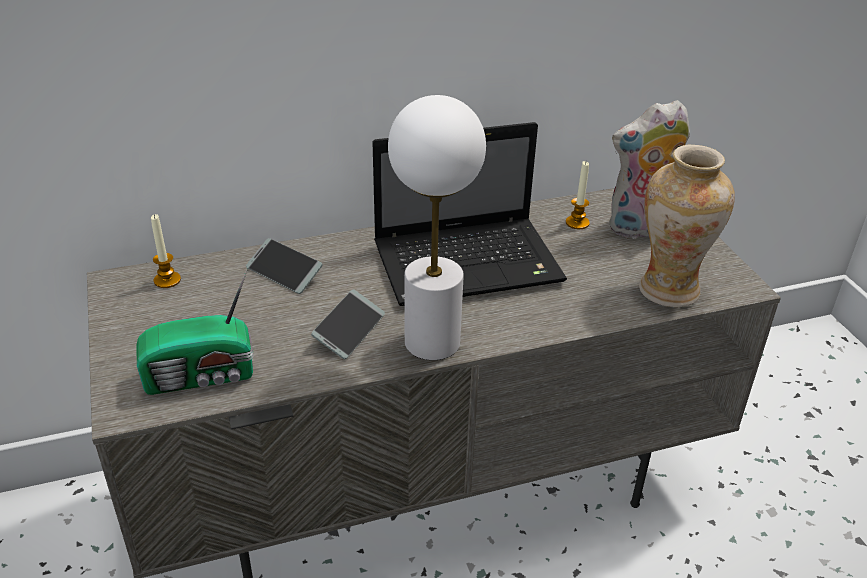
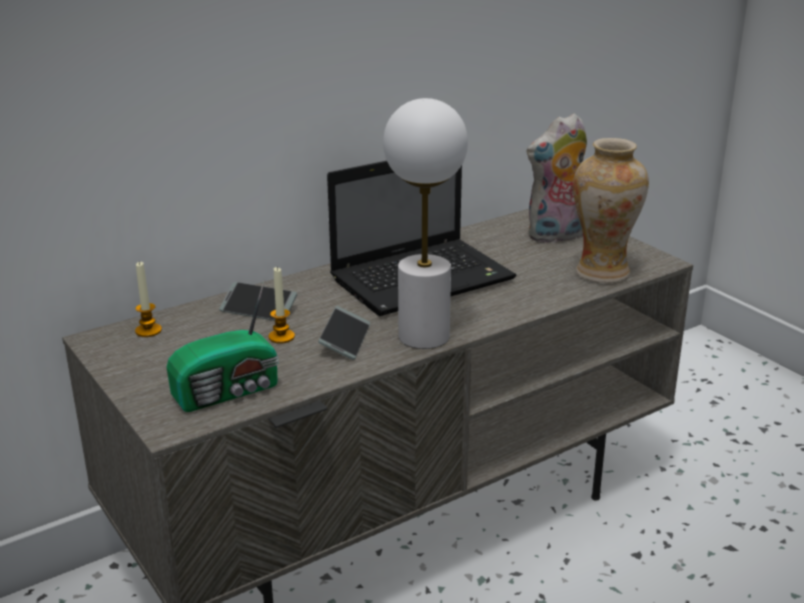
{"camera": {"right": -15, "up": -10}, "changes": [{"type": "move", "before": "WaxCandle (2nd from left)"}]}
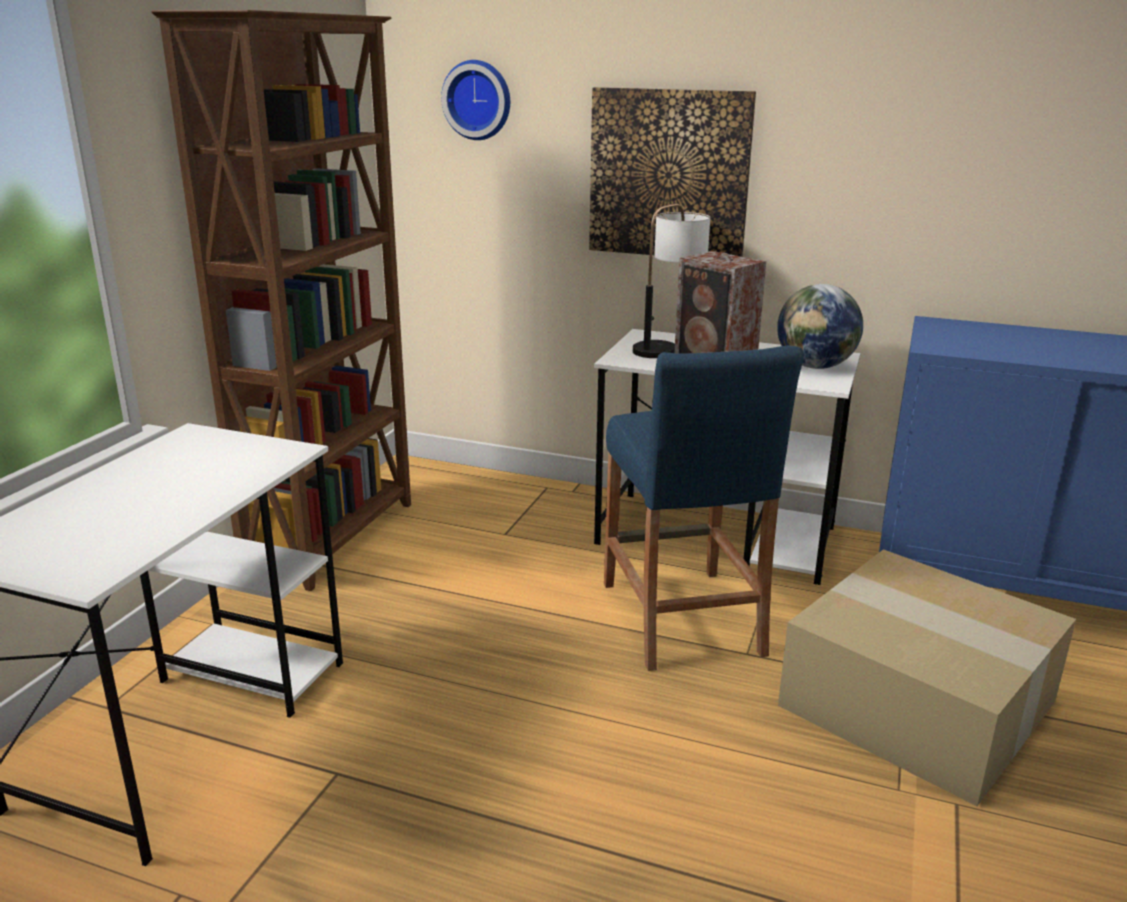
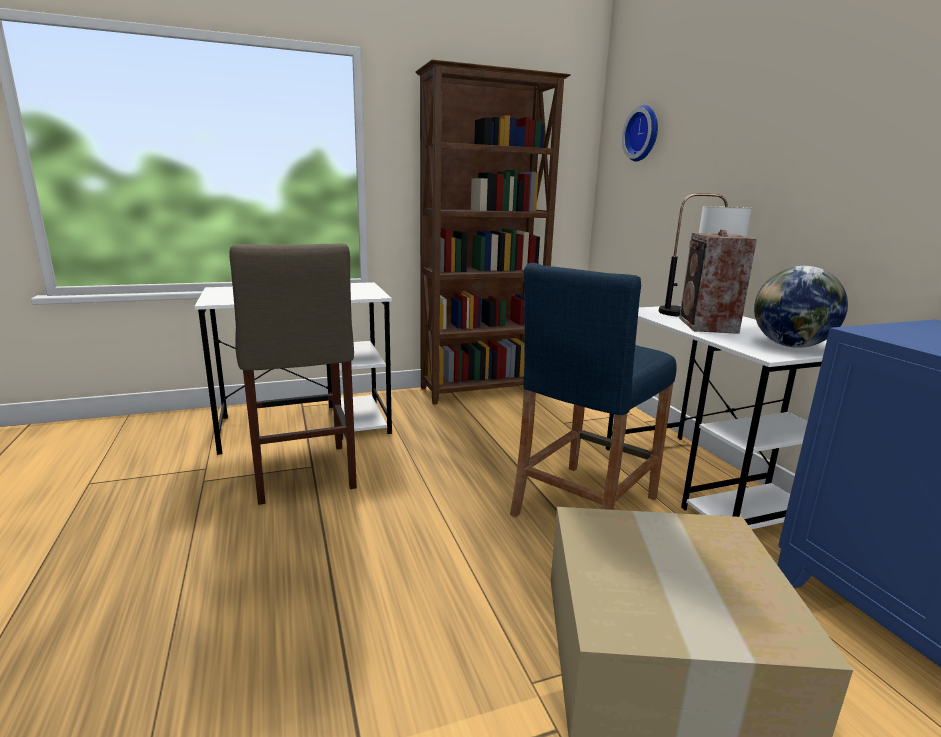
{"camera": {"right": 50, "up": -5}, "changes": [{"type": "delete", "before": "WallArt"}, {"type": "insert", "after": "SandColouredStool"}]}
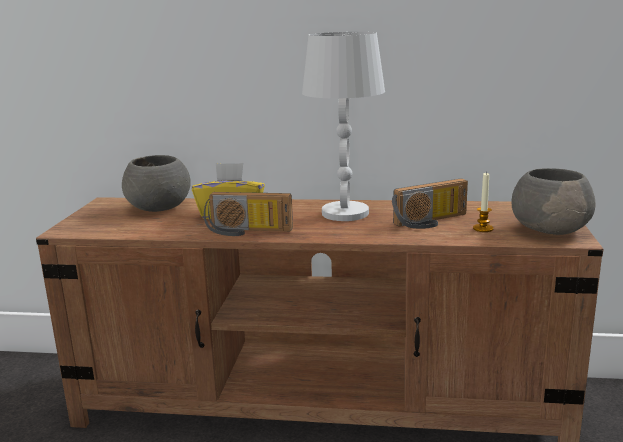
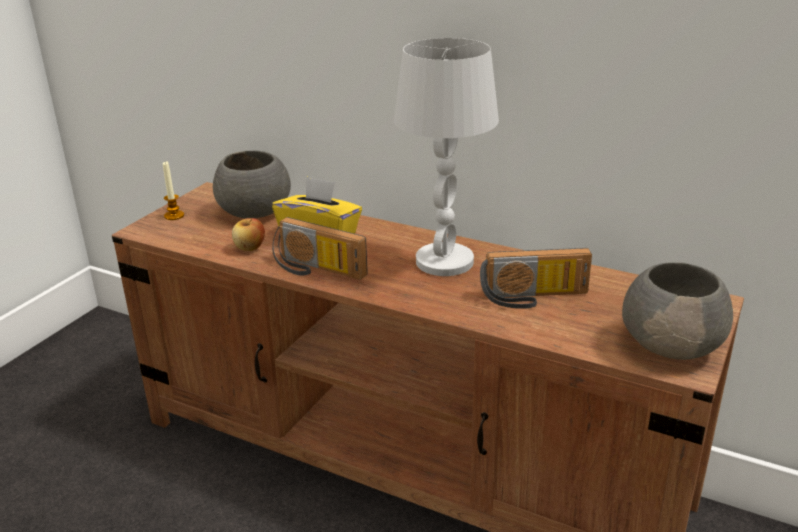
{"camera": {"right": 20, "up": 10}, "changes": [{"type": "insert", "after": "Apple"}, {"type": "move", "before": "WaxCandle"}]}
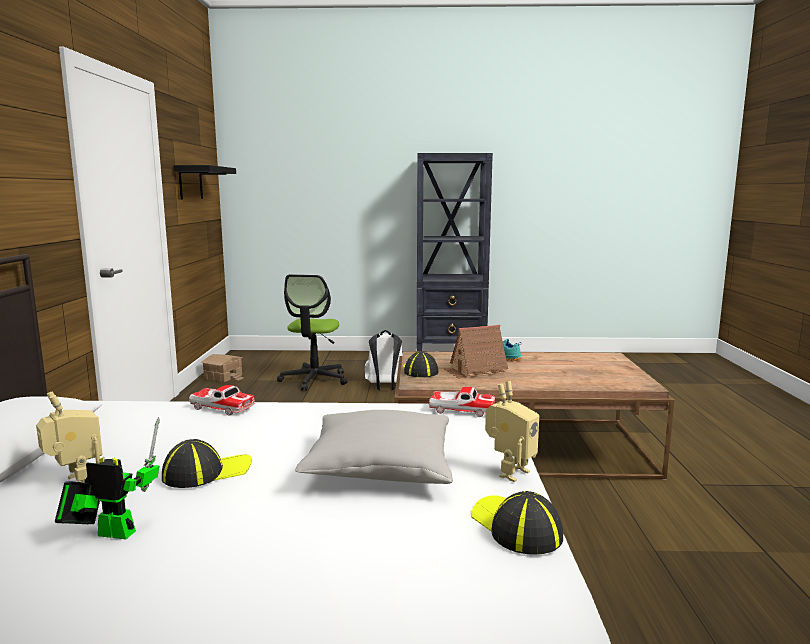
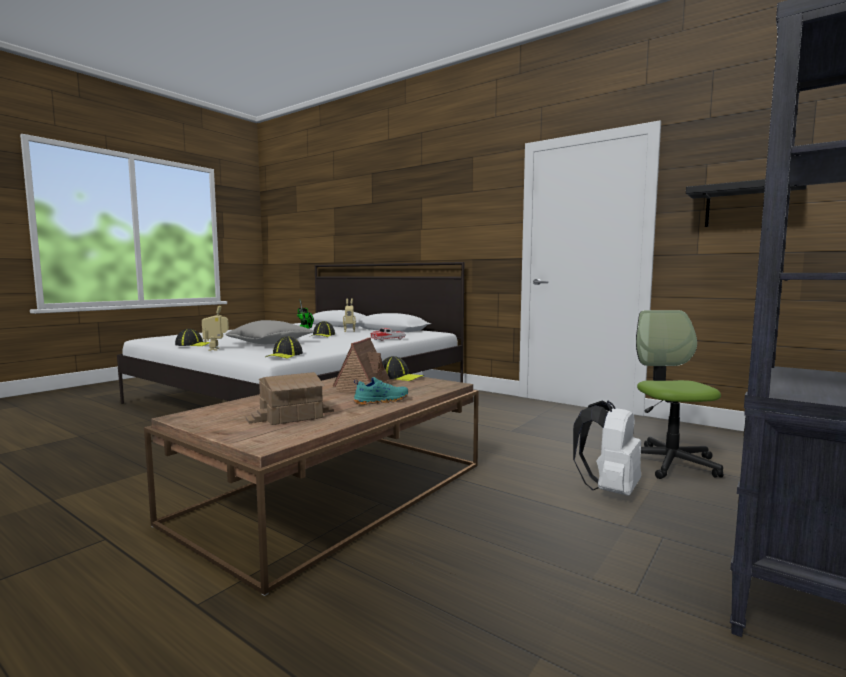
{"camera": {"right": 125, "up": -5}, "changes": [{"type": "move", "before": "ModelHouse (1st from left)"}, {"type": "replace", "before": "ModelCar (2nd from left)", "after": "PeakedCap (2nd from left)"}, {"type": "rotate", "before": "DeskChair", "turn": 45}]}
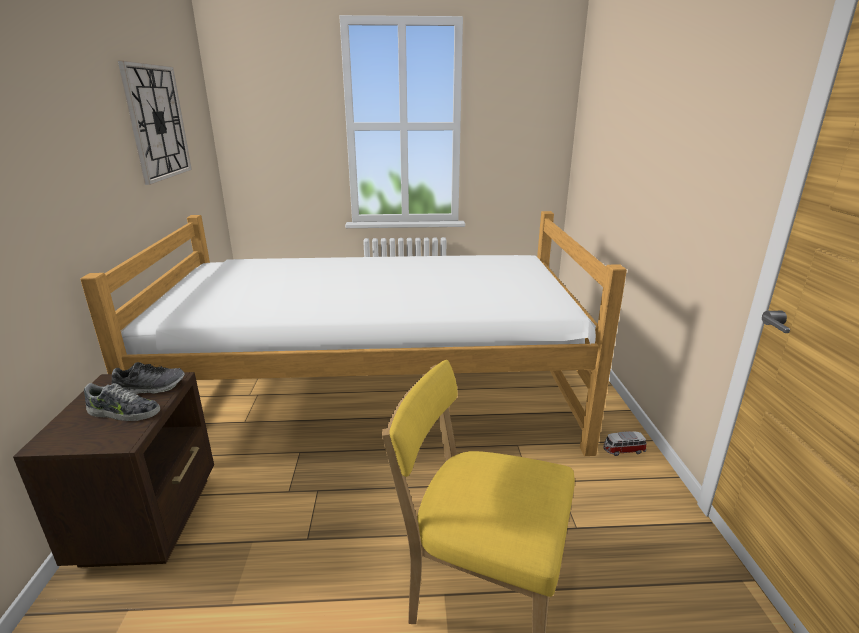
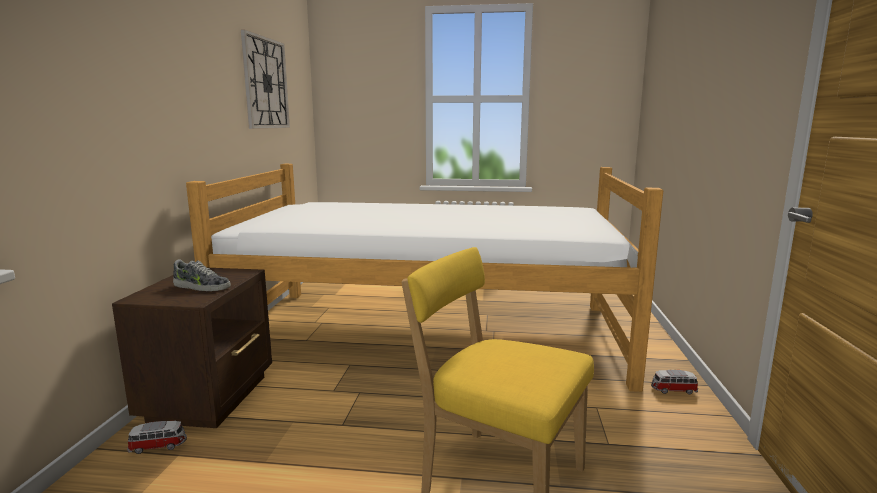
{"camera": {"right": 10, "up": -10}, "changes": [{"type": "delete", "before": "ItemOfFootwear (2nd from left)"}, {"type": "insert", "after": "ModelCar (1st from left)"}]}
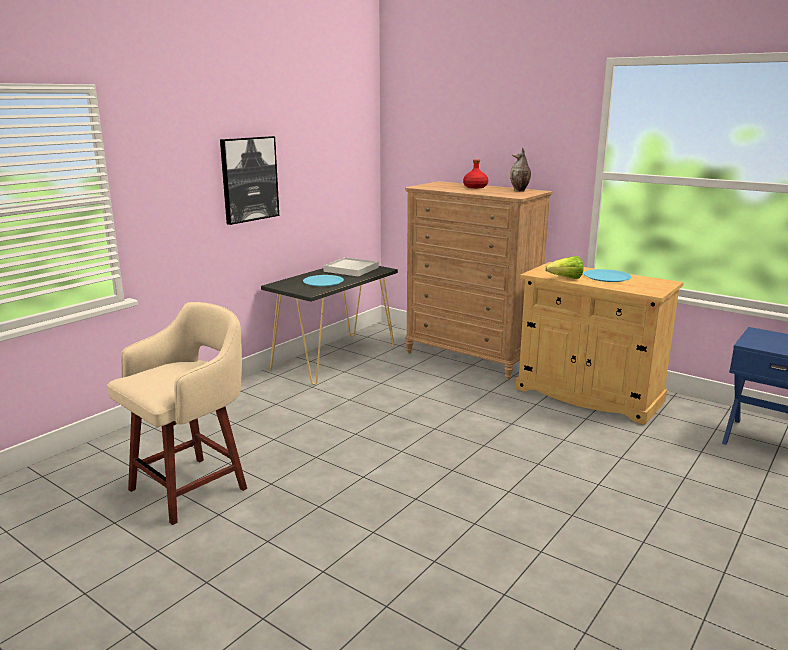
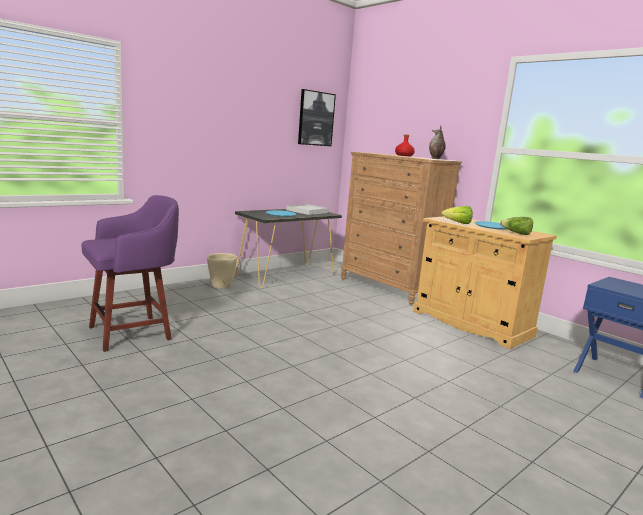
{"camera": {"right": 10, "up": -5}, "changes": [{"type": "insert", "after": "SandColouredFlowerPot"}, {"type": "insert", "after": "LettuceHead (2nd from left)"}, {"type": "move", "before": "WallArt"}, {"type": "recolor", "before": "SandColouredStool", "after": "PurpleStool"}]}
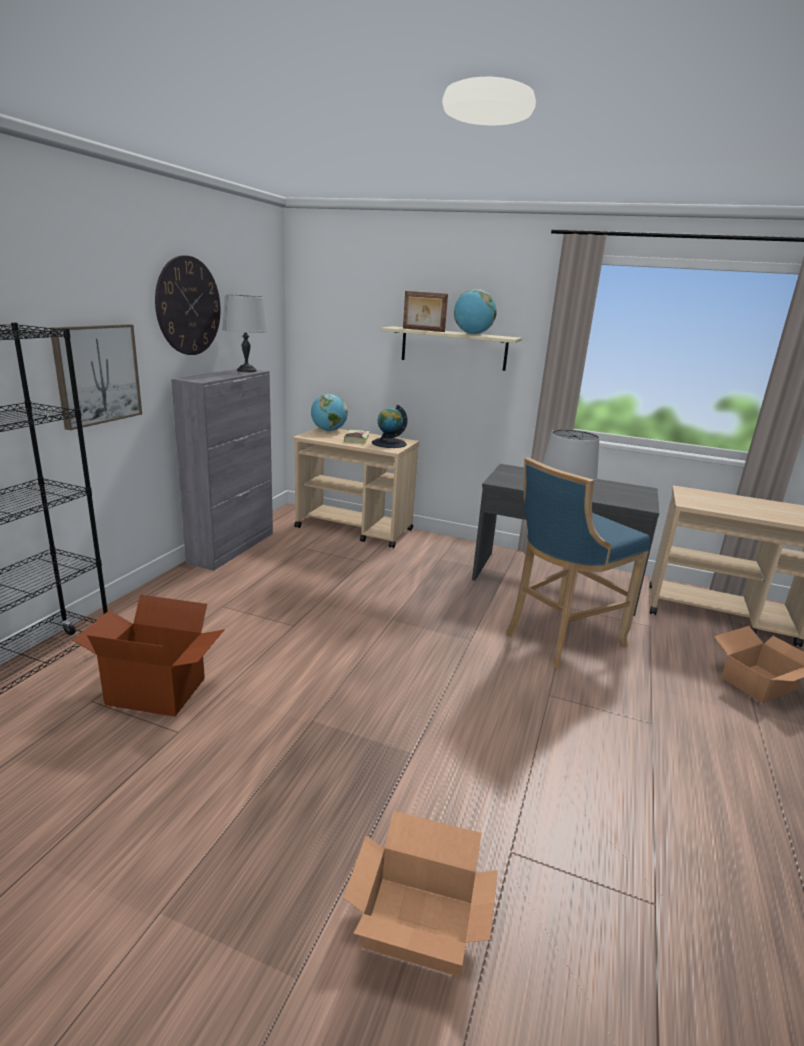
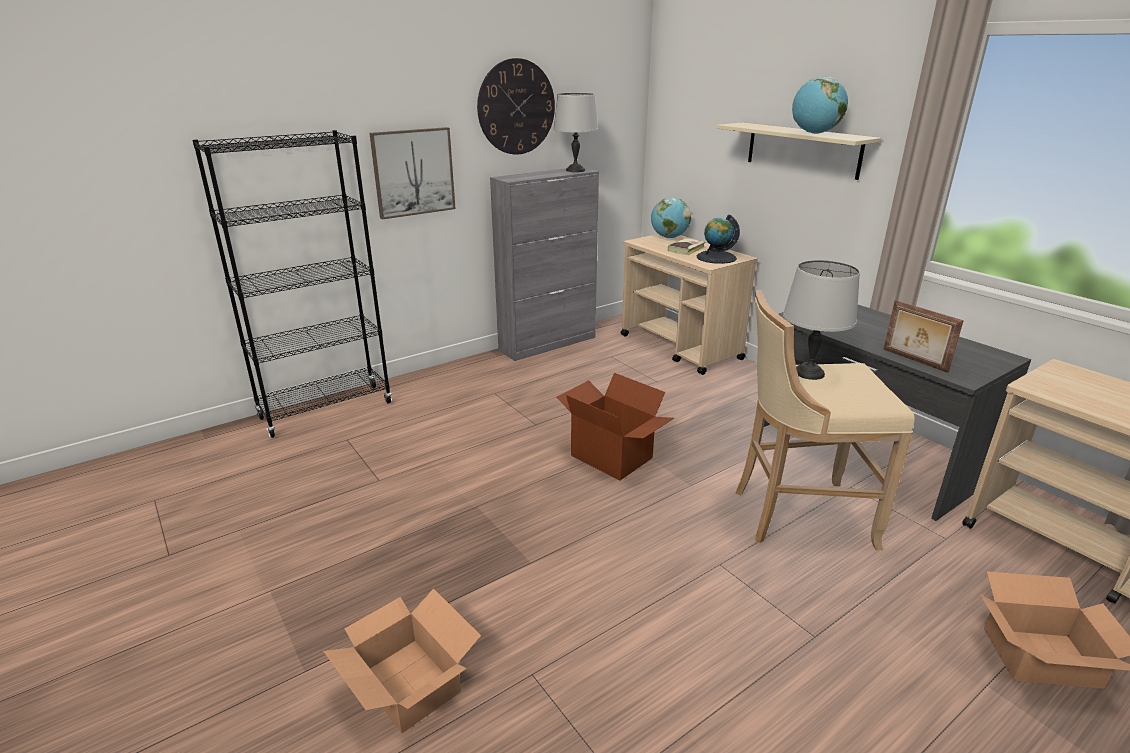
{"camera": {"right": 35, "up": 5}, "changes": [{"type": "move", "before": "Carton (1st from left in the first image)", "after": "Carton (2nd from left)"}, {"type": "move", "before": "StandingFrame"}, {"type": "recolor", "before": "BluishStool", "after": "SandColouredStool"}]}
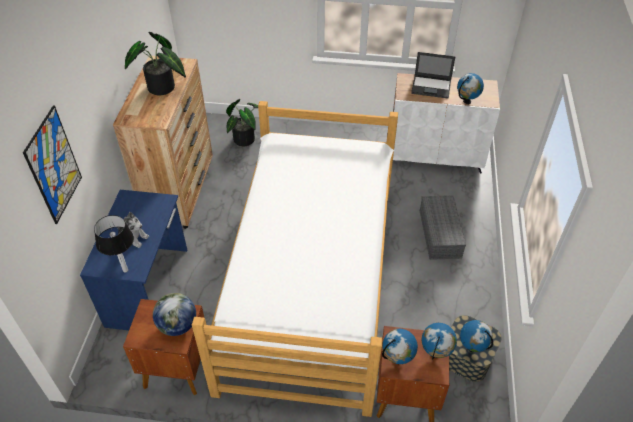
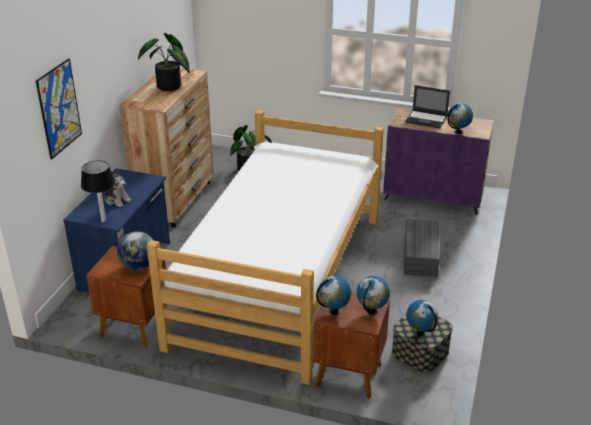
{"camera": {"right": 10, "up": -15}, "changes": [{"type": "recolor", "before": "WhiteCabinet", "after": "PurpleCabinet"}]}
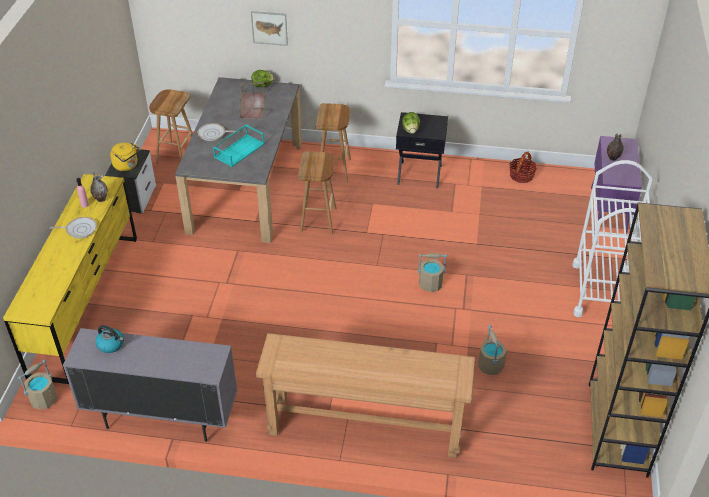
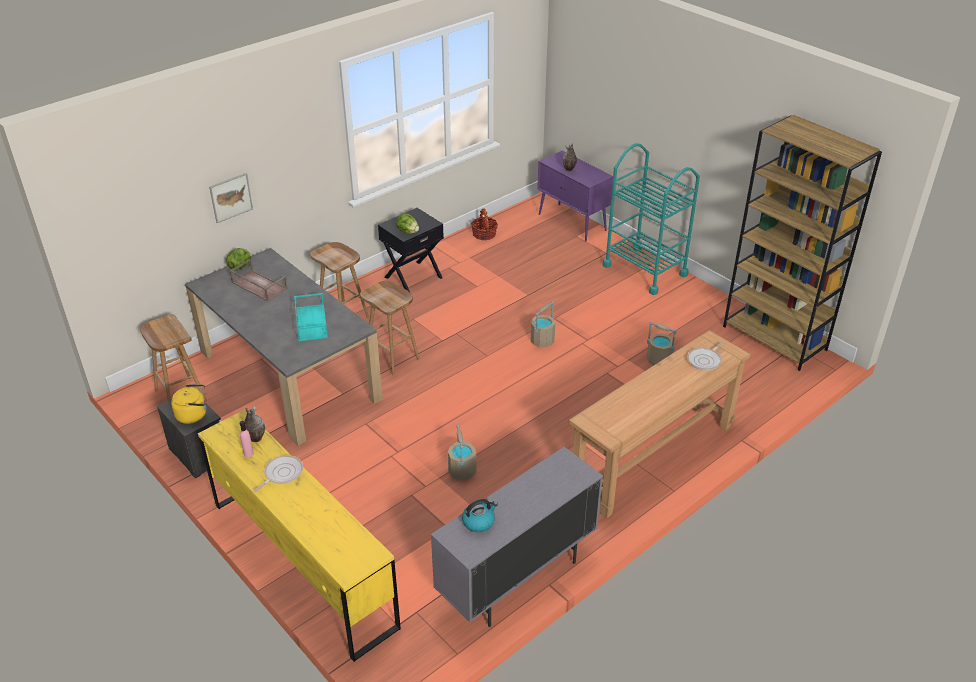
{"camera": {"right": -50, "up": -5}, "changes": [{"type": "move", "before": "SandColouredBucket (1st from left)"}, {"type": "move", "before": "FryingPan (2nd from left)"}, {"type": "recolor", "before": "WhiteCart", "after": "TurquoiseColouredCart"}]}
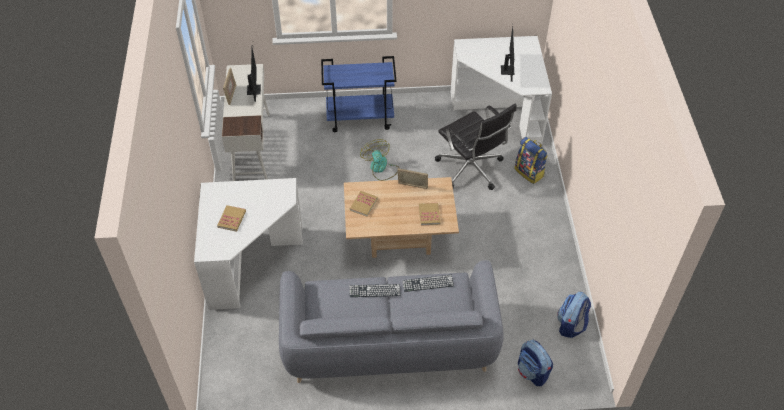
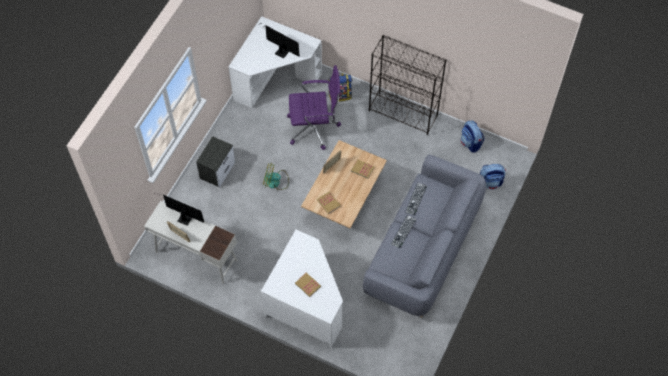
{"camera": {"right": -60, "up": 10}, "changes": [{"type": "insert", "after": "BlackBookshelf"}, {"type": "replace", "before": "BluishCart", "after": "NightTable"}, {"type": "recolor", "before": "BlackDeskChair", "after": "PurpleDeskChair"}]}
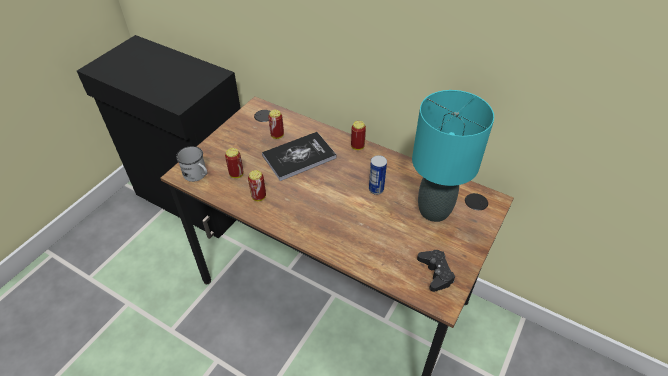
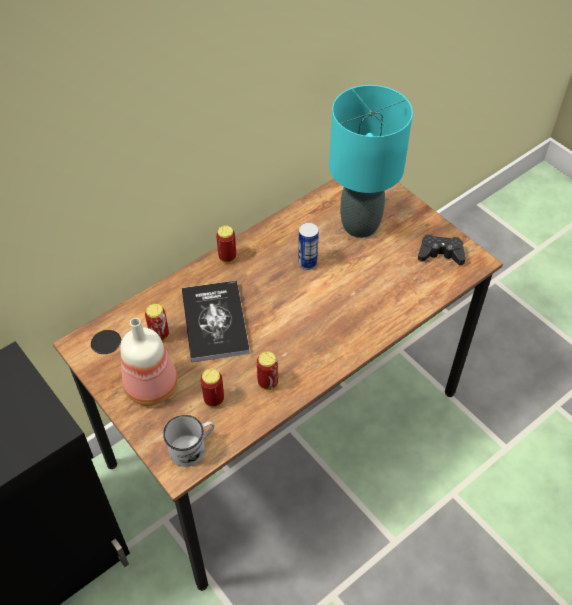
{"camera": {"right": -70, "up": 5}, "changes": [{"type": "insert", "after": "DrinkBottle"}]}
